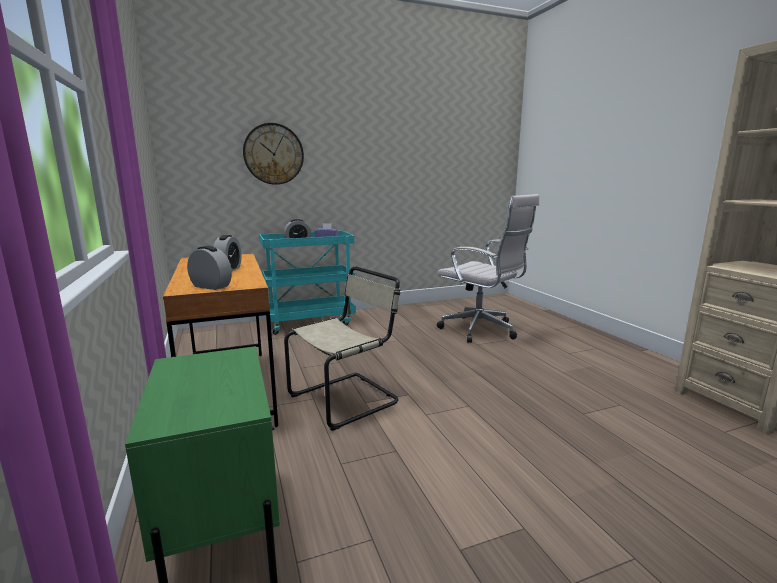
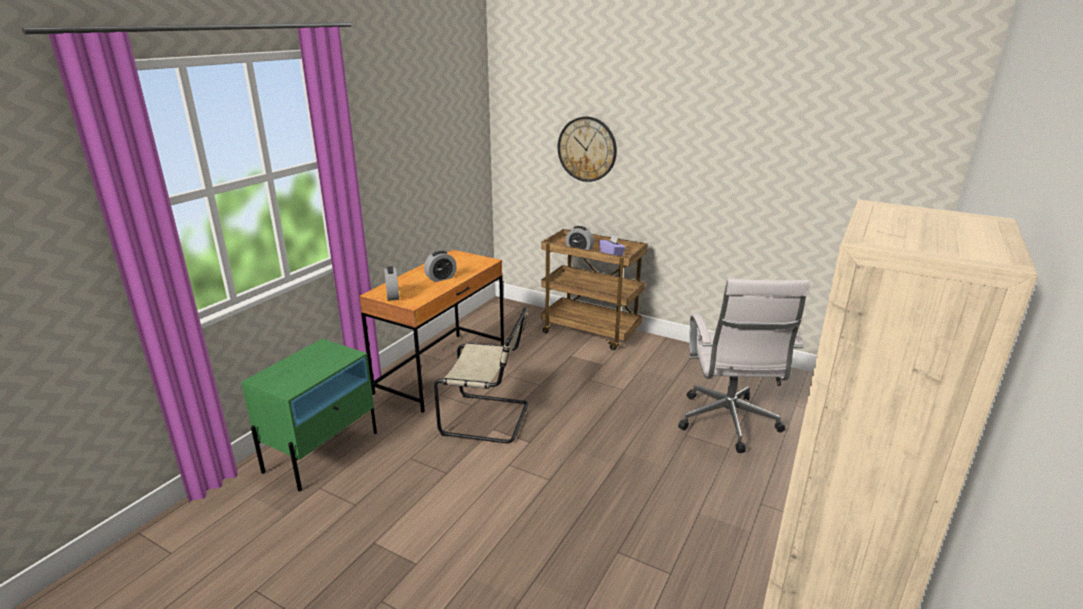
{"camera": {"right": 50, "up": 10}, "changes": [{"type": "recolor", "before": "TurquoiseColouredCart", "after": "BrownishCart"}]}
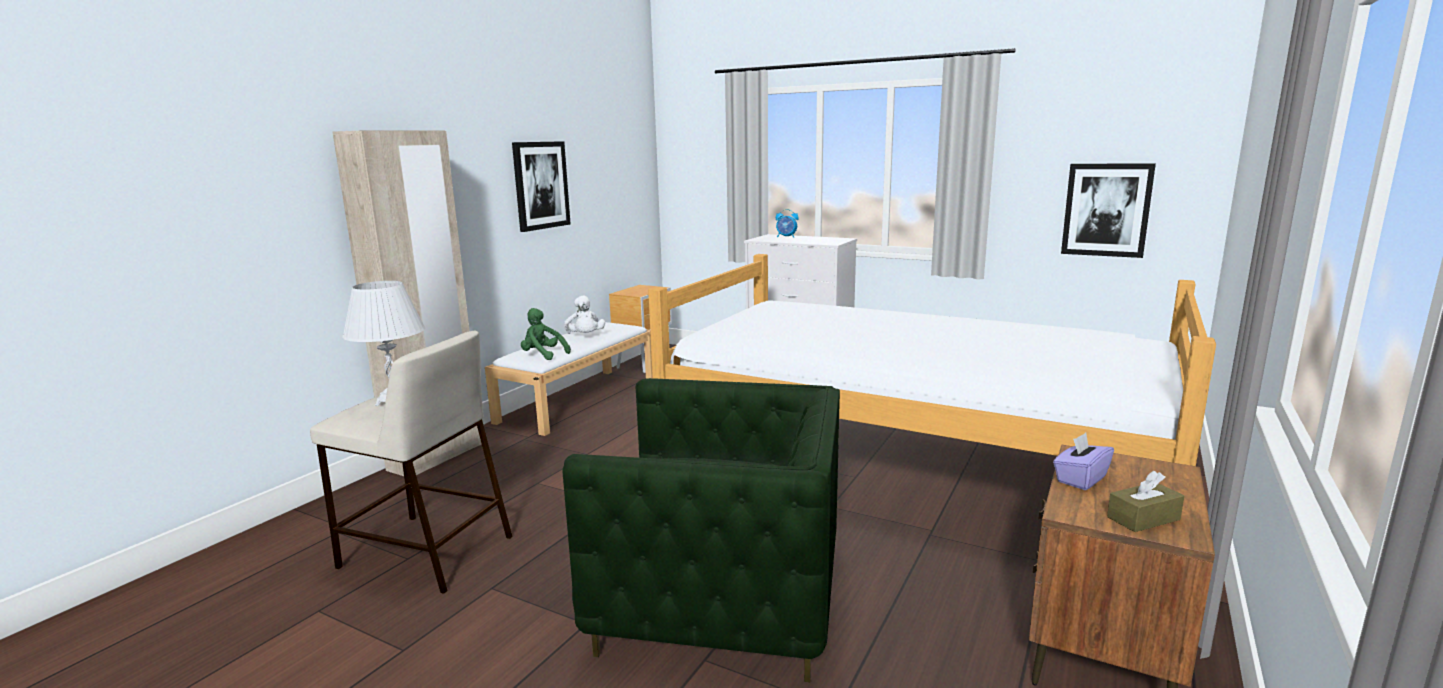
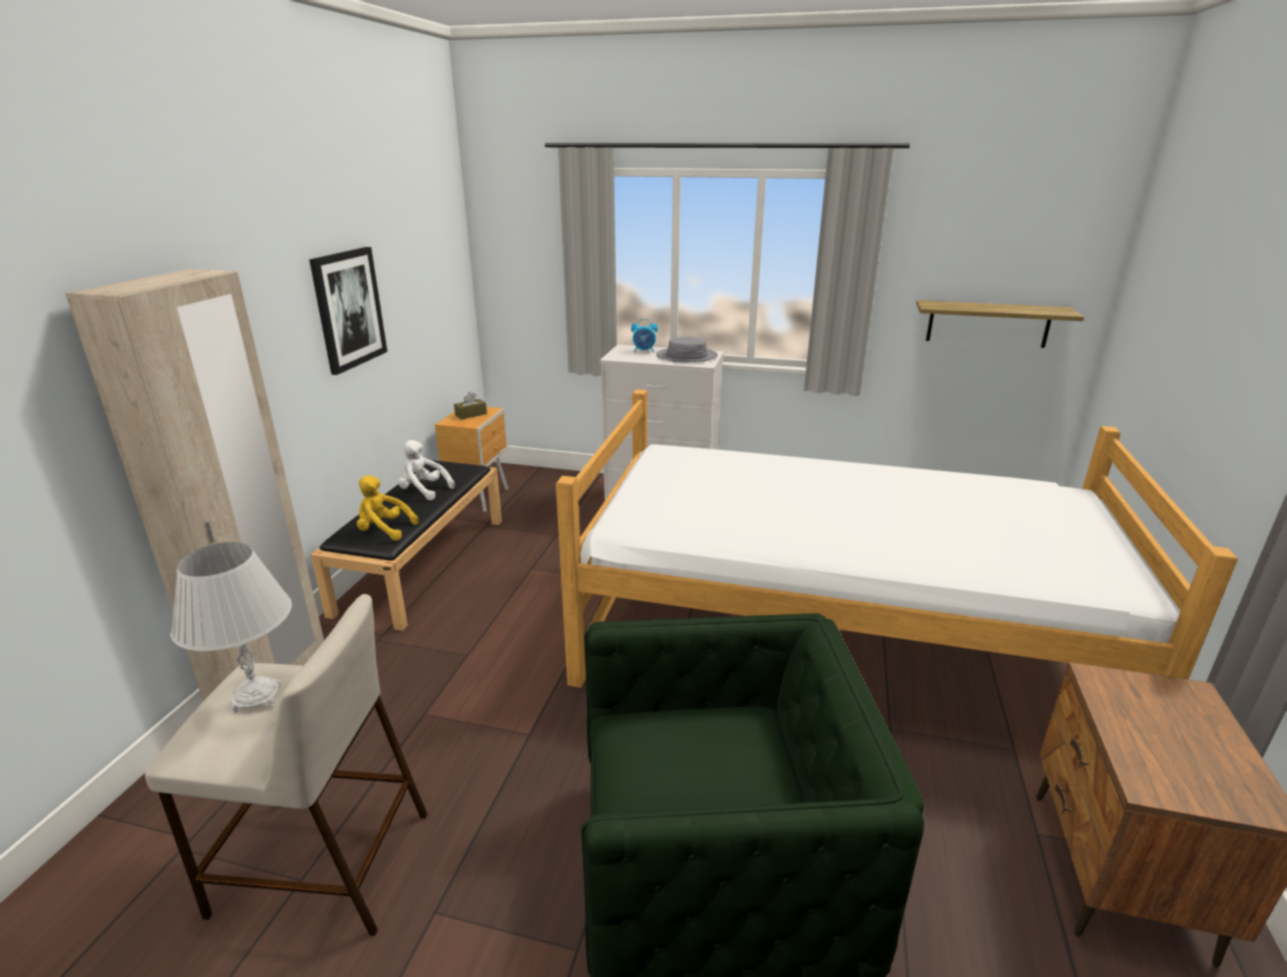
{"camera": {"right": -15, "up": 10}, "changes": [{"type": "delete", "before": "PurpleBoxOfTissues"}, {"type": "insert", "after": "GreyClothingHat"}, {"type": "move", "before": "BrownishBoxOfTissues"}, {"type": "replace", "before": "WallArt (2nd from left)", "after": "BracketShelf"}, {"type": "recolor", "before": "WhiteLongSeat", "after": "BlackLongSeat"}, {"type": "recolor", "before": "GreenColouredCuddlyToy", "after": "YellowCuddlyToy"}, {"type": "rotate", "before": "WhiteCuddlyToy", "turn": 150}]}
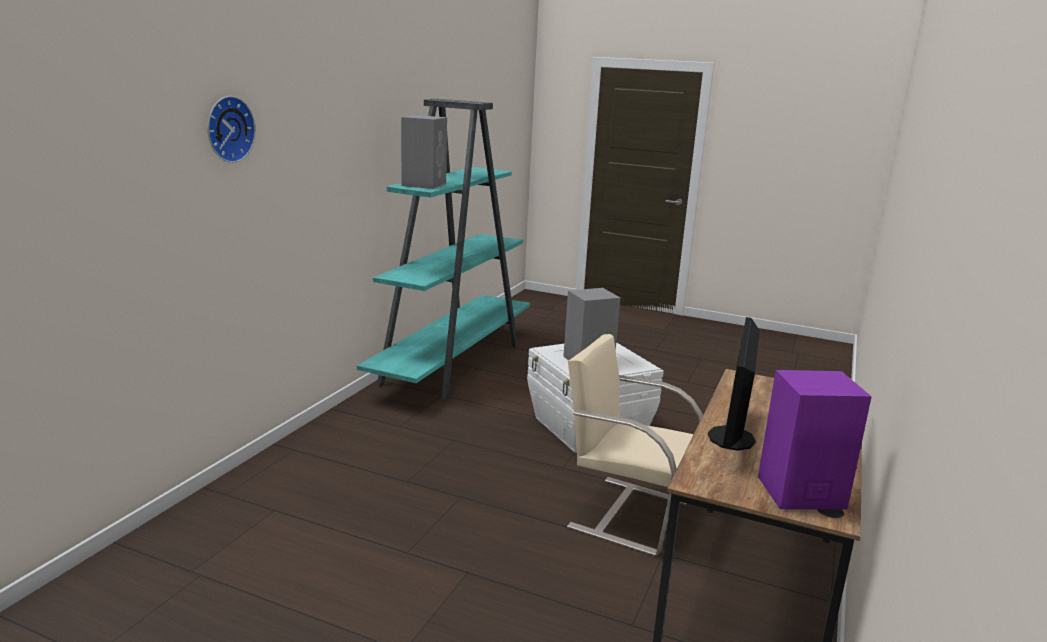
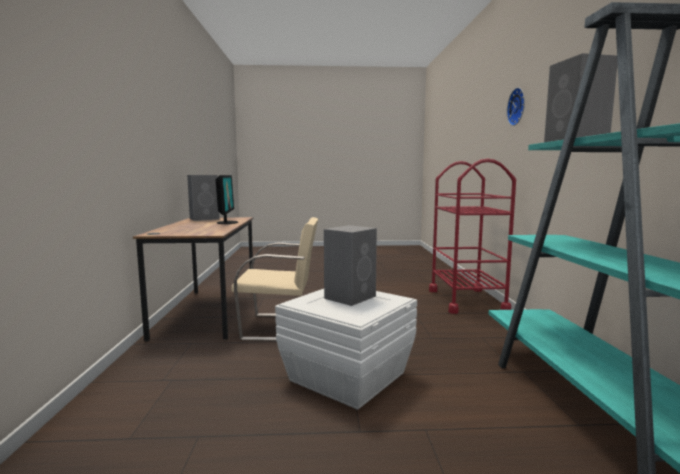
{"camera": {"right": 155, "up": -10}, "changes": [{"type": "insert", "after": "RedColouredCart"}, {"type": "recolor", "before": "PurpleLoudspeaker", "after": "GreyLoudspeaker (1st from left)"}]}
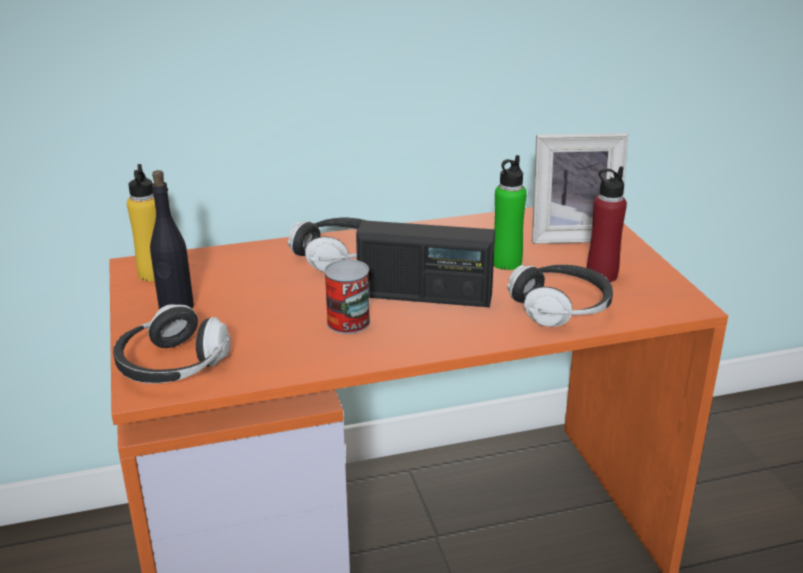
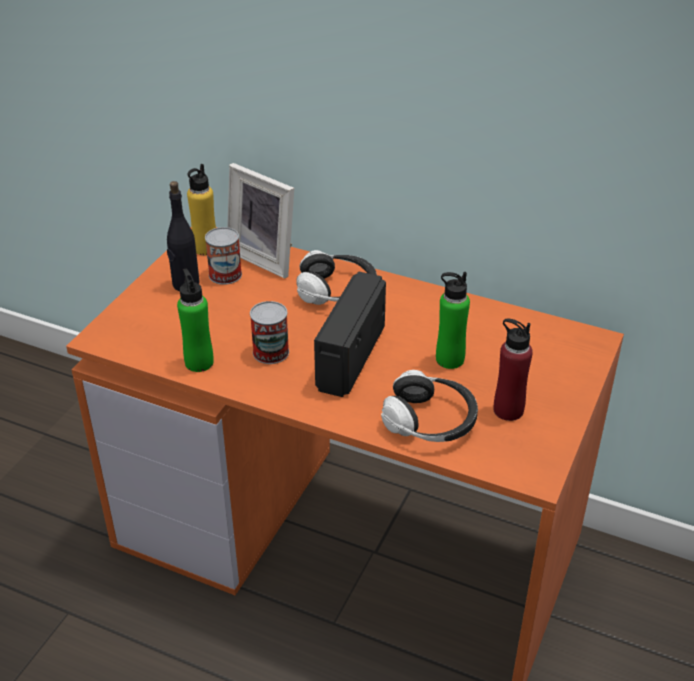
{"camera": {"right": 40, "up": 10}, "changes": [{"type": "delete", "before": "PairOfHeadphones (1st from left)"}, {"type": "insert", "after": "GreenColouredDrinkBottle (1st from left)"}, {"type": "insert", "after": "MetalCan (1st from left)"}, {"type": "move", "before": "StandingFrame"}, {"type": "rotate", "before": "RadioSet", "turn": 60}]}
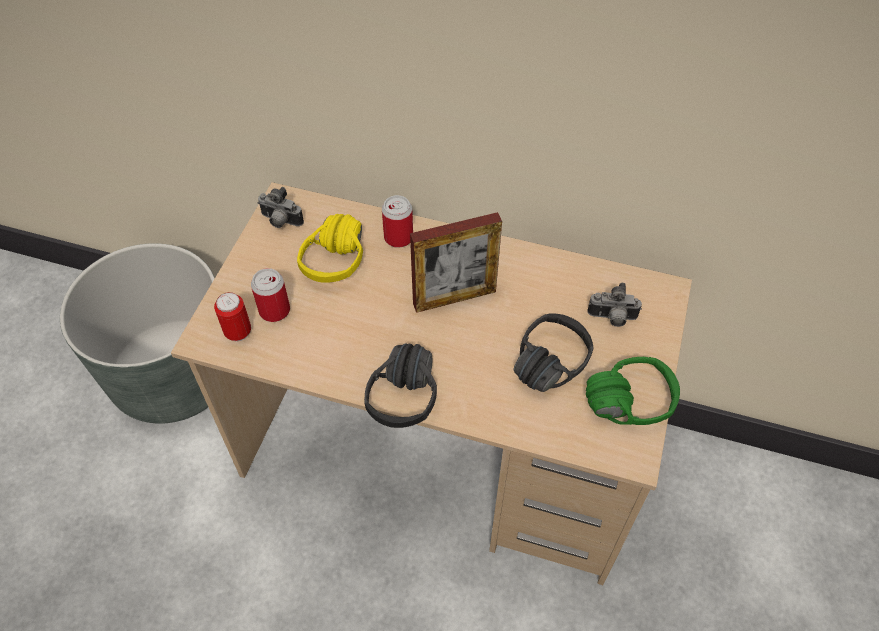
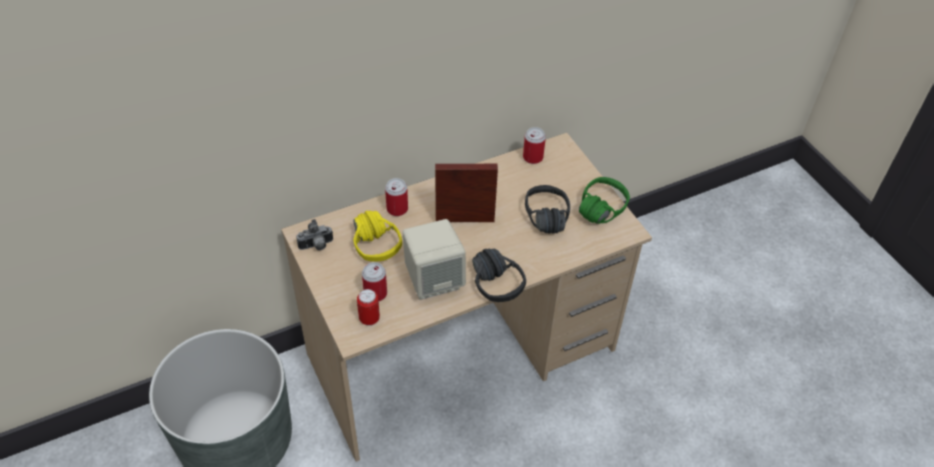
{"camera": {"right": -45, "up": -5}, "changes": [{"type": "delete", "before": "StillCamera (2nd from left)"}, {"type": "insert", "after": "SandColouredLoudspeaker"}, {"type": "insert", "after": "MetalCan (4th from left)"}, {"type": "rotate", "before": "StandingFrame", "turn": -120}]}
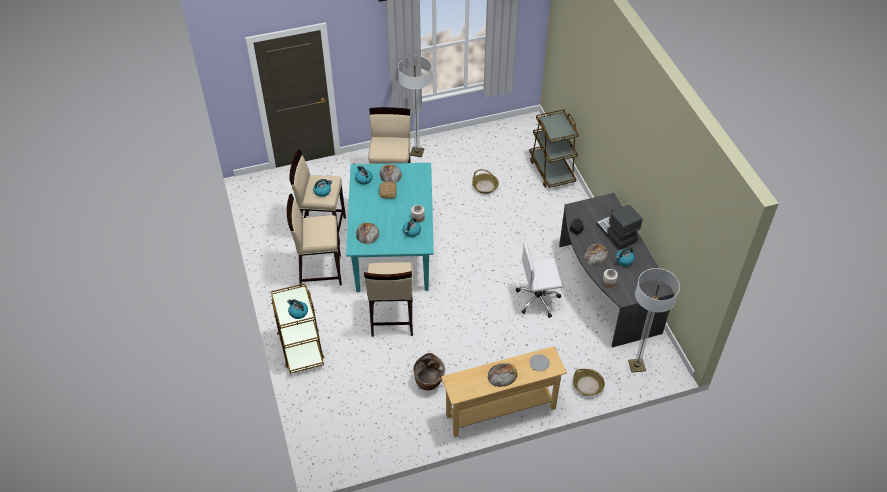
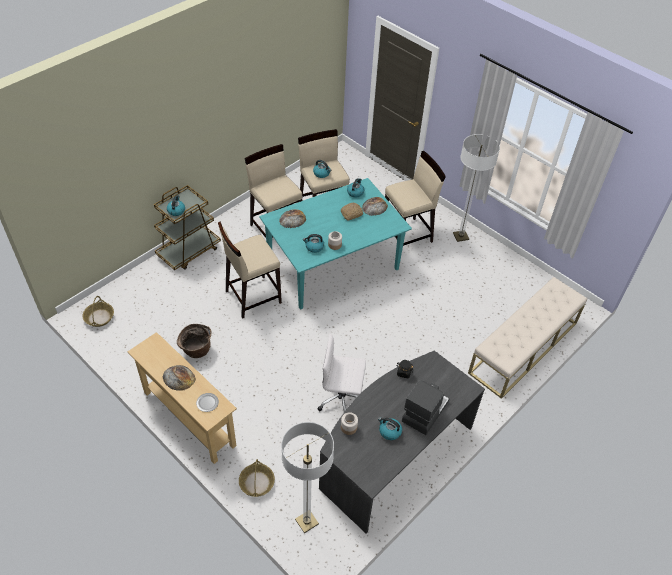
{"camera": {"right": 60, "up": 0}, "changes": [{"type": "delete", "before": "Bread (5th from left)"}, {"type": "move", "before": "HouseholdBasket (2nd from left in the first image)", "after": "HouseholdBasket (1st from left)"}, {"type": "replace", "before": "BrownishCart (2nd from left)", "after": "SandColouredLongSeat"}, {"type": "rotate", "before": "WhiteDeskChair", "turn": -45}]}
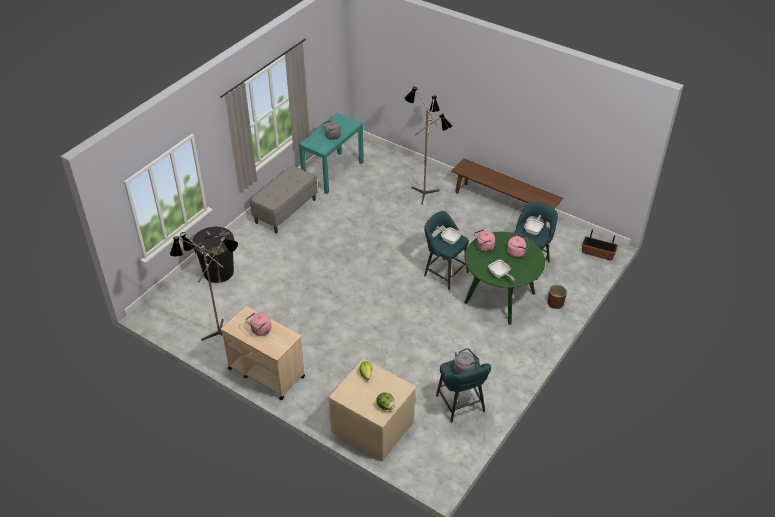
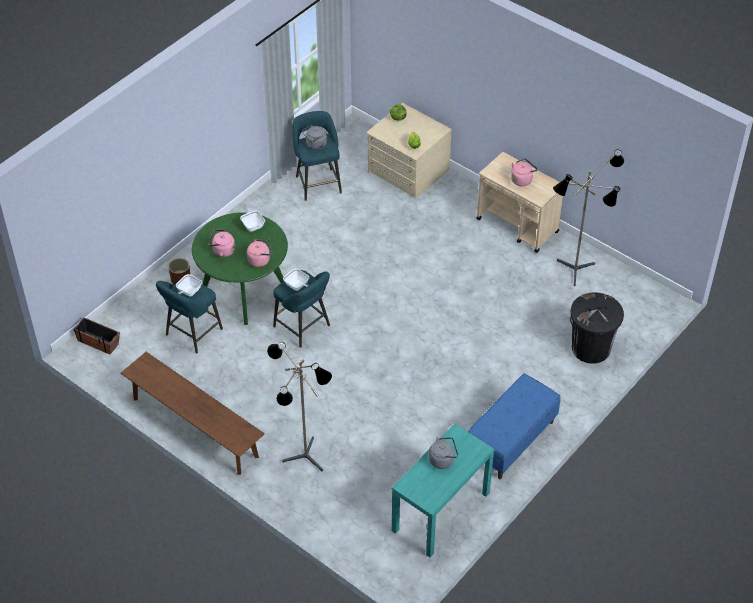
{"camera": {"right": -175, "up": 5}, "changes": [{"type": "recolor", "before": "GreyLongSeat", "after": "BluishLongSeat"}]}
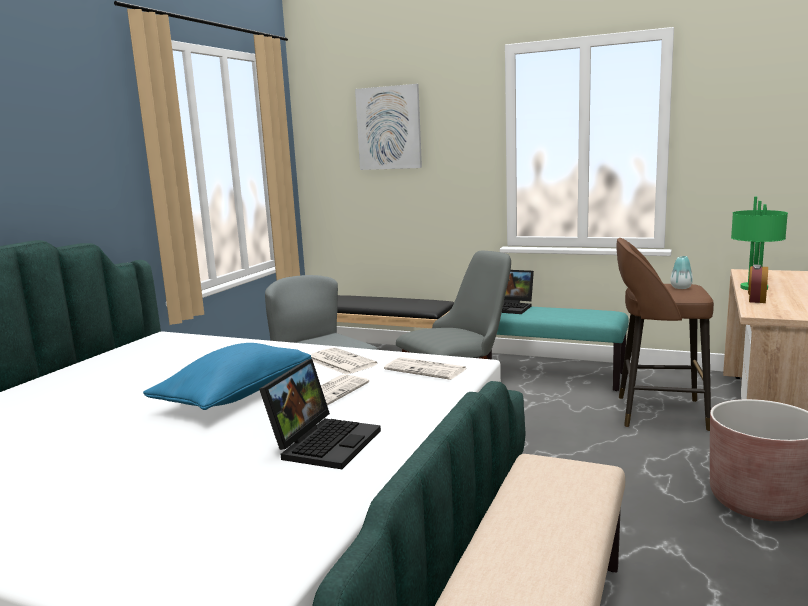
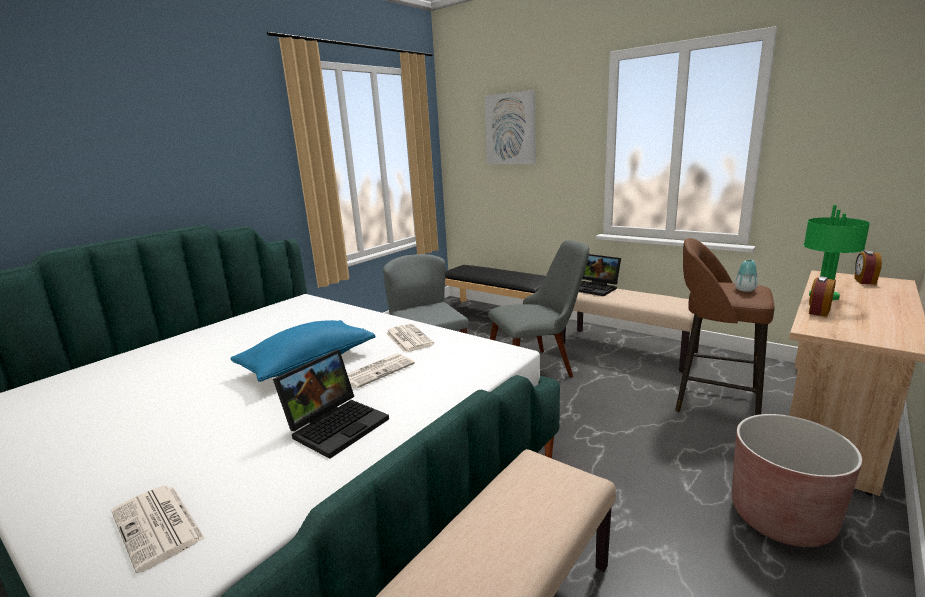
{"camera": {"right": 15, "up": 5}, "changes": [{"type": "insert", "after": "BedsideClock (2nd from left)"}, {"type": "move", "before": "Newspaper (3rd from left in the first image)", "after": "Newspaper (1st from left)"}, {"type": "recolor", "before": "TurquoiseColouredLongSeat", "after": "SandColouredLongSeat (2nd from left)"}]}
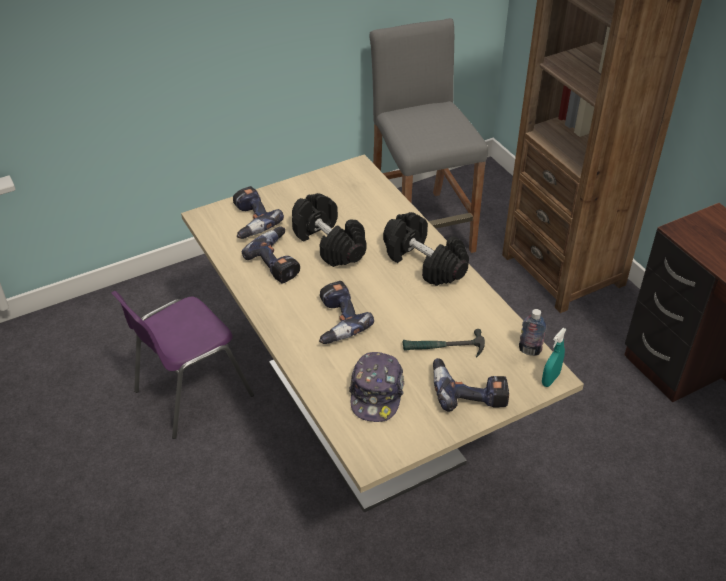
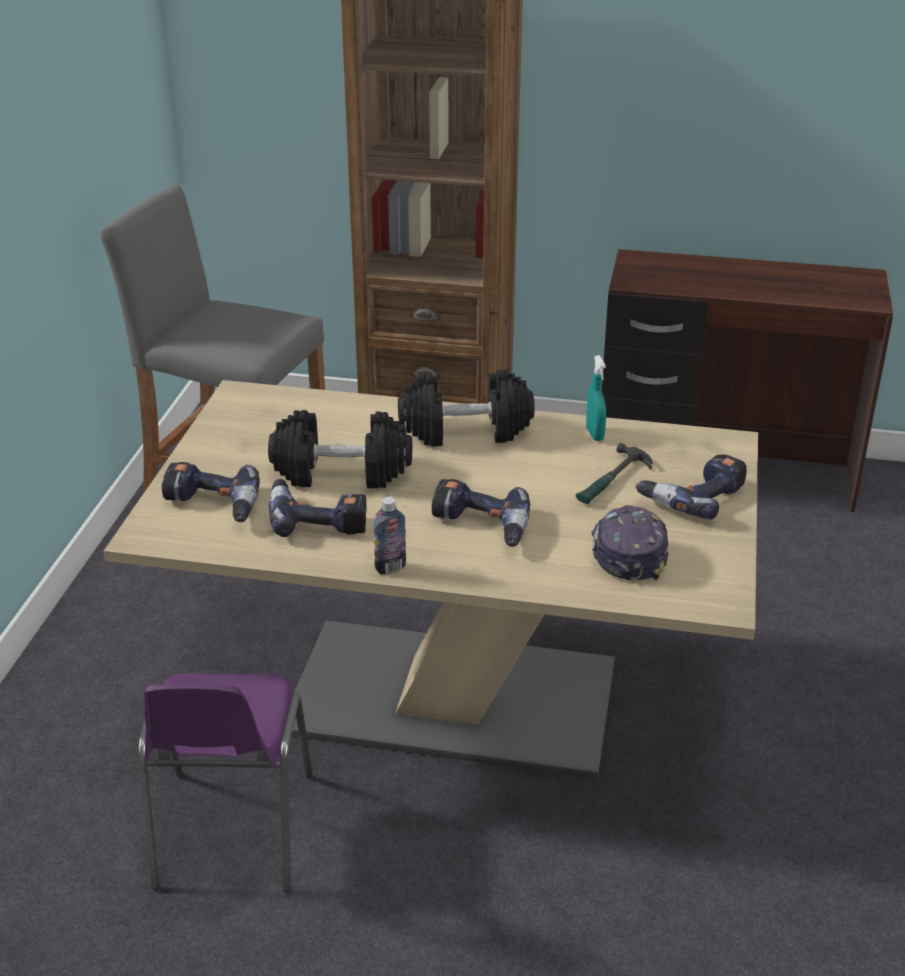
{"camera": {"right": -50, "up": -10}, "changes": [{"type": "move", "before": "DrinkBottle"}, {"type": "move", "before": "TurquoiseColouredSprayer"}, {"type": "rotate", "before": "PeakedCap", "turn": -135}]}
